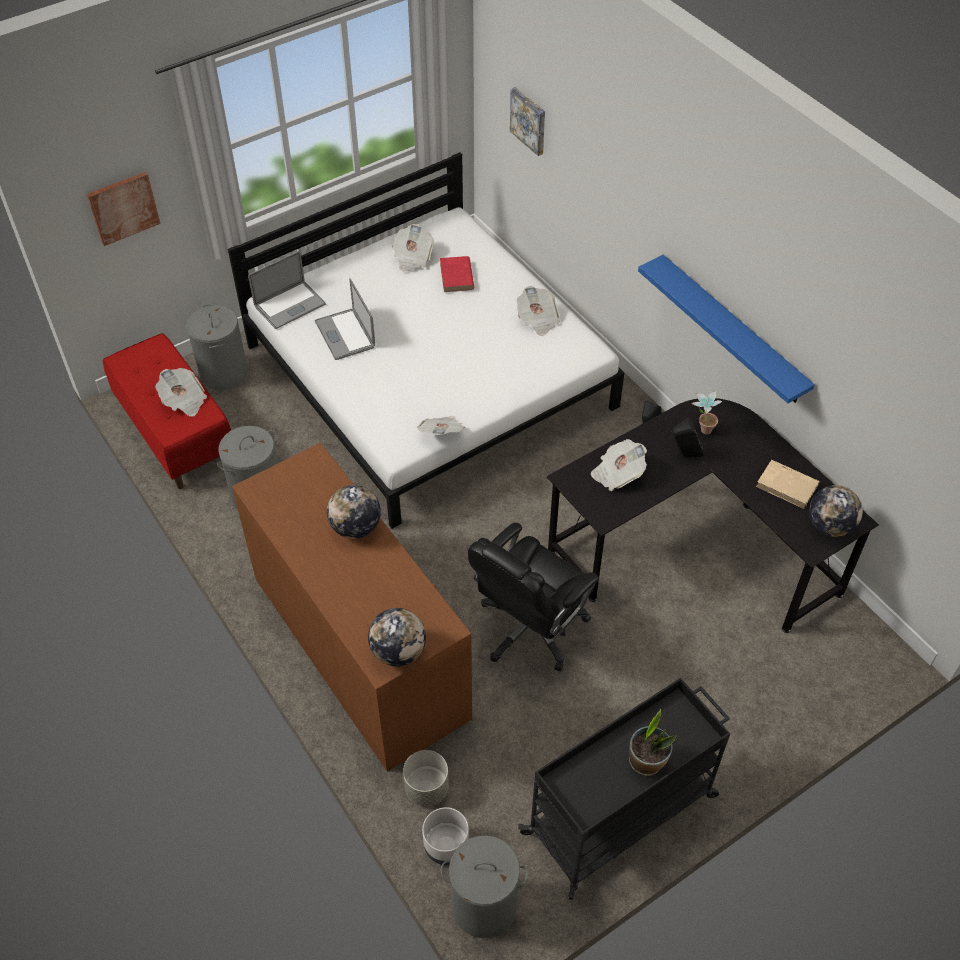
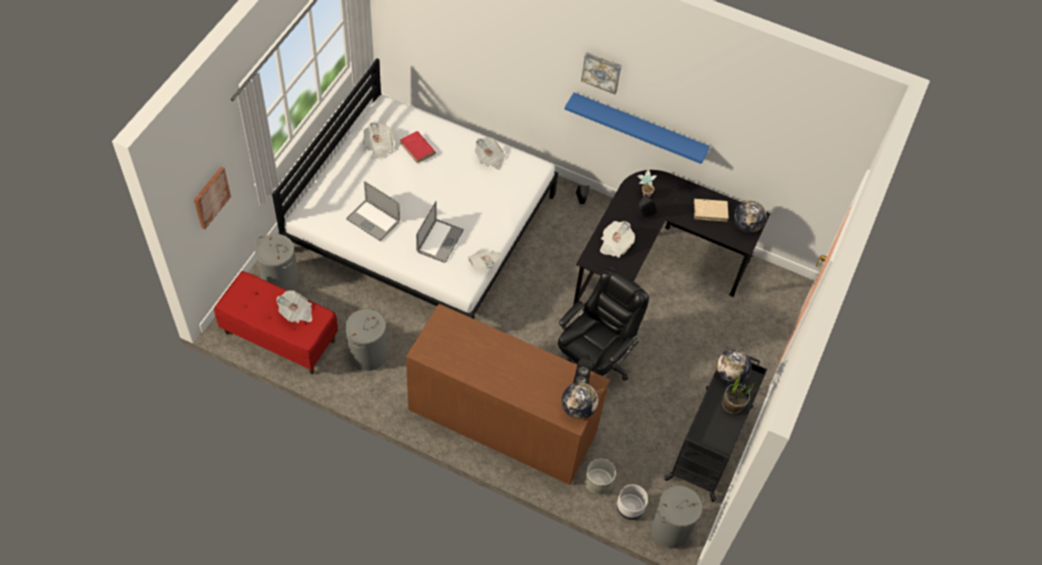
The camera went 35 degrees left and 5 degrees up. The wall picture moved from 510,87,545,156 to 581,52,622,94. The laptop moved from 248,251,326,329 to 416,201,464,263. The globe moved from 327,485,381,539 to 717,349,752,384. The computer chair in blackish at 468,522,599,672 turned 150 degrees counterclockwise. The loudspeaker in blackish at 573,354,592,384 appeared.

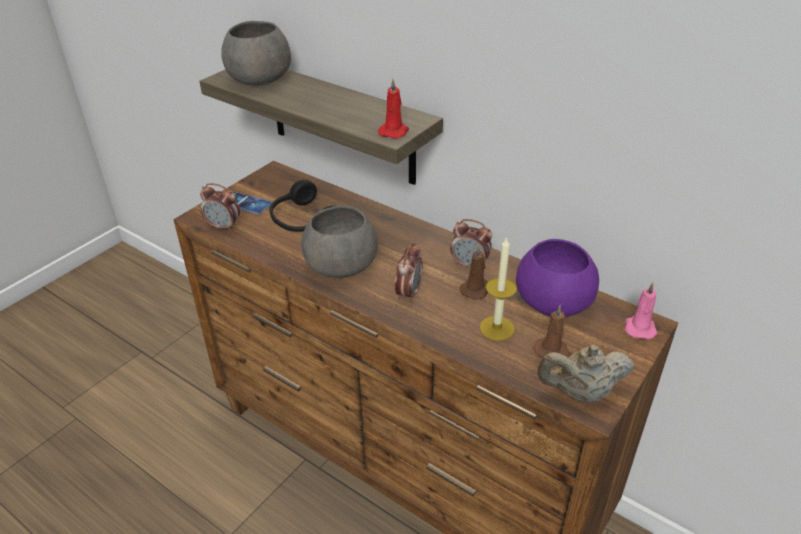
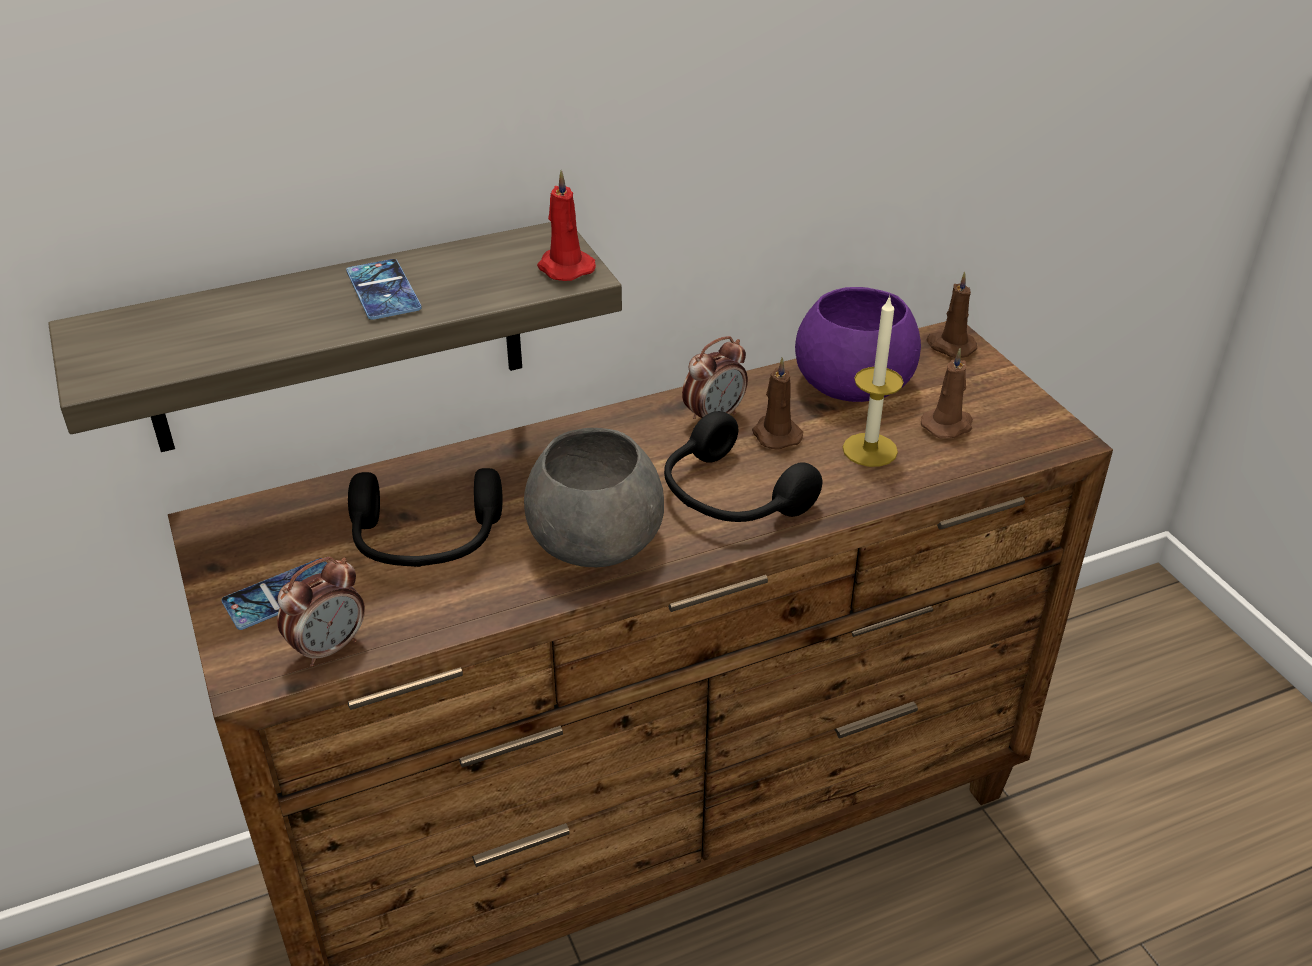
The camera went 60 degrees left and 0 degrees up. The deep dish in greyish at 221,21,291,86 disappeared. The bedside clock at 395,243,423,303 was replaced by the headset in blackish at 664,411,822,522. The candle in pink-coloured at 625,282,657,339 became the candle in brown at 926,272,977,358. The teapot in sand-coloured at 537,345,634,403 disappeared. The phone at 346,259,422,320 appeared.

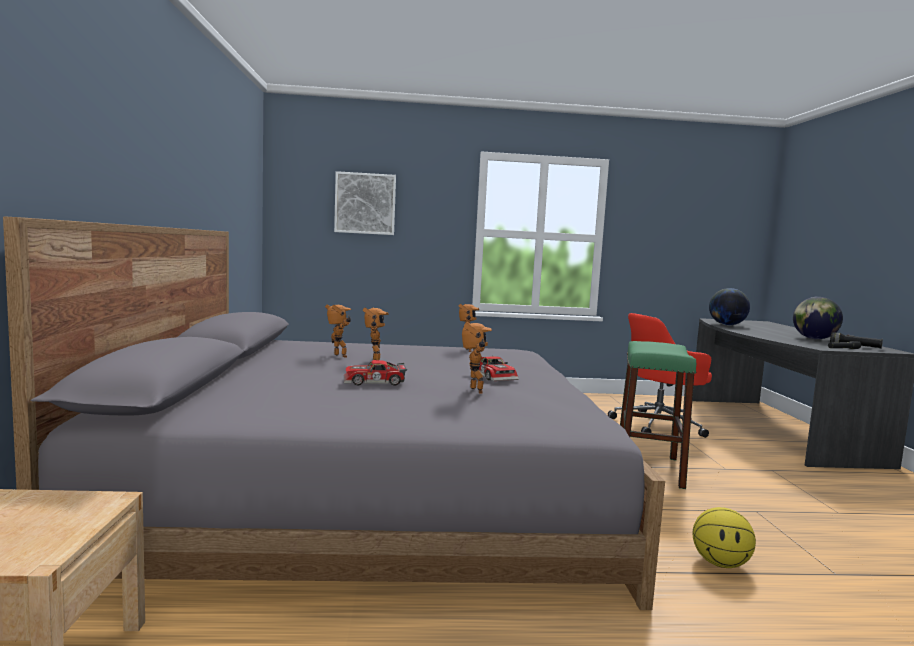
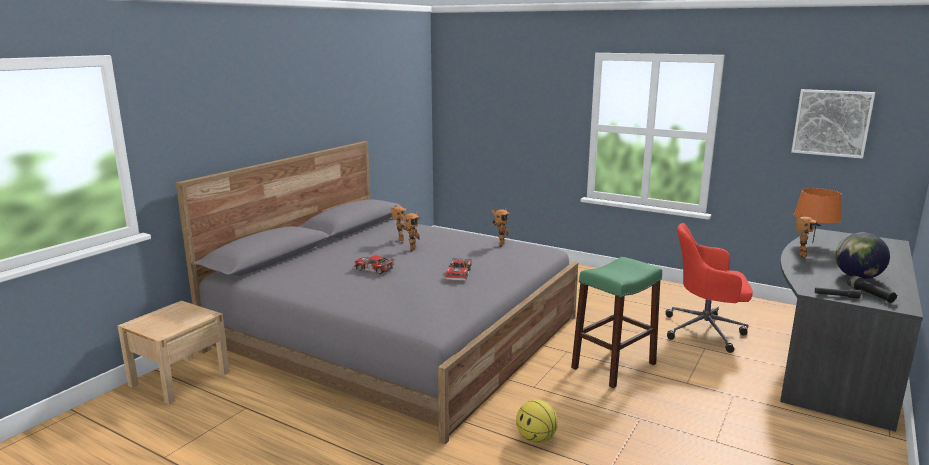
The camera went 35 degrees right and 10 degrees up. The wall picture moved from 334,171,396,235 to 791,89,875,159. The globe at 709,288,750,325 was replaced by the tabletop lamp in orangey at 794,188,842,244. The toy robot moved from 462,322,492,394 to 796,214,817,260.

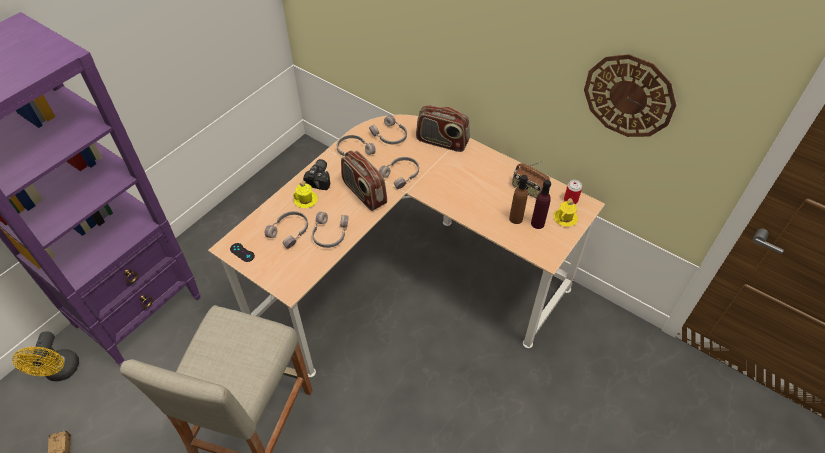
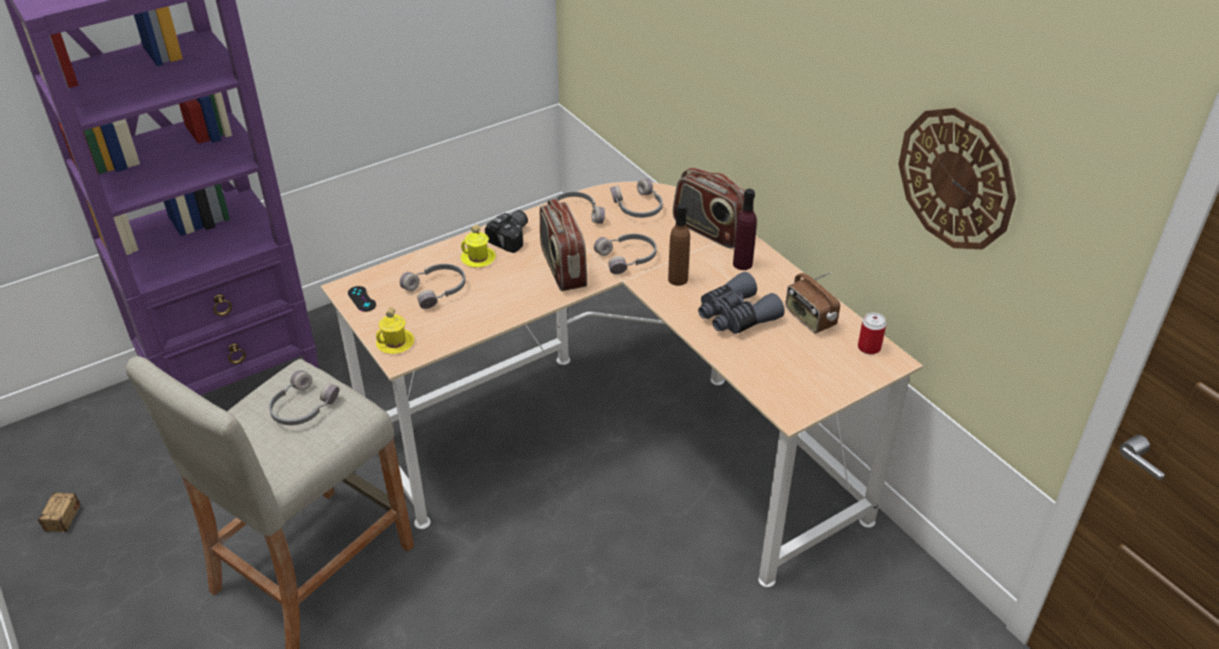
The camera went 20 degrees right and 10 degrees down. The beverage bottle in brown moved from 509,175,528,224 to 668,203,690,286. The beverage bottle in purple-coloured moved from 531,180,551,229 to 733,189,757,270. The coffee mug in yellowish moved from 554,198,578,227 to 376,307,414,354. The headset in greyish moved from 312,212,349,248 to 269,370,339,425. The electric fan in yellowish at 12,331,79,381 disappeared. The binoculars in greyish at 698,272,785,334 appeared.

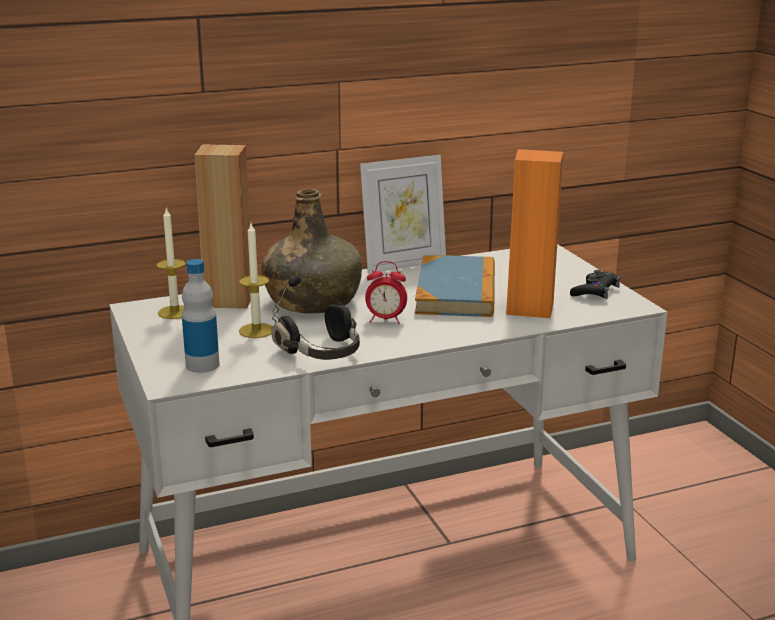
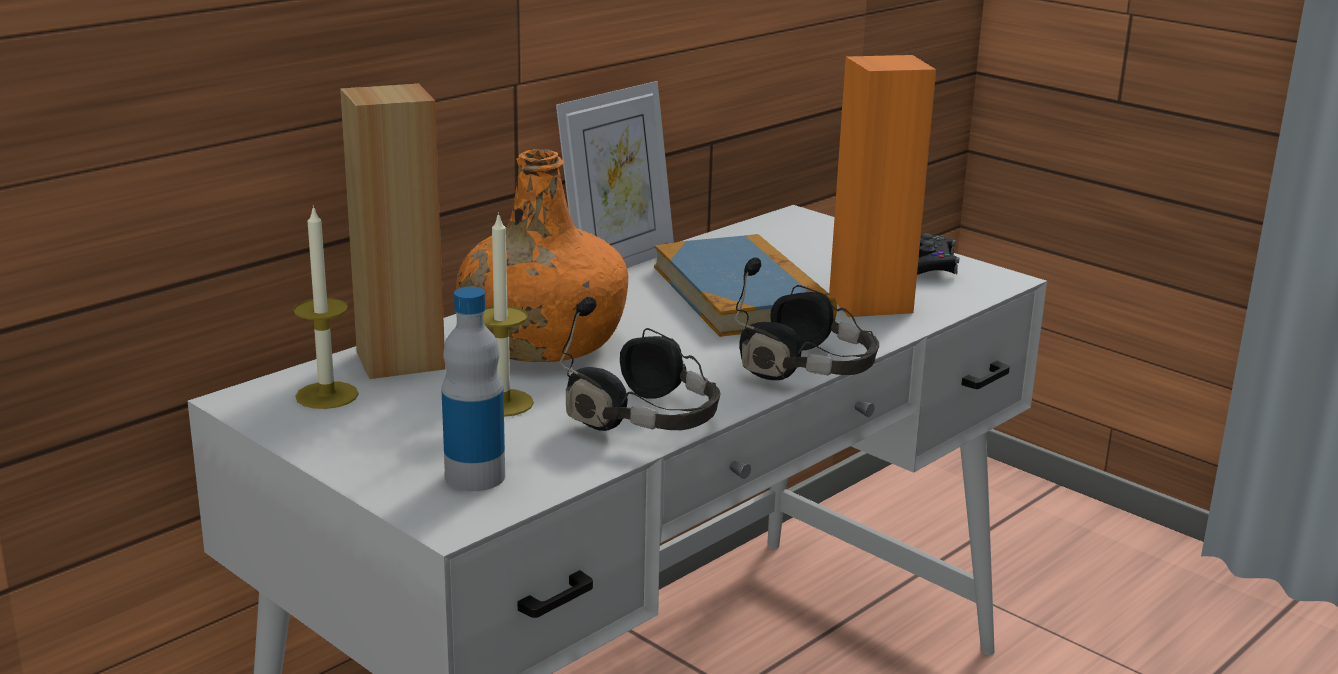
The camera went 25 degrees left and 0 degrees up. The beverage bottle in green-coloured at 261,189,362,313 became the beverage bottle in orangey at 456,149,628,362. The bedside clock at 365,261,407,324 disappeared. The headset in blackish at 735,257,879,380 appeared.

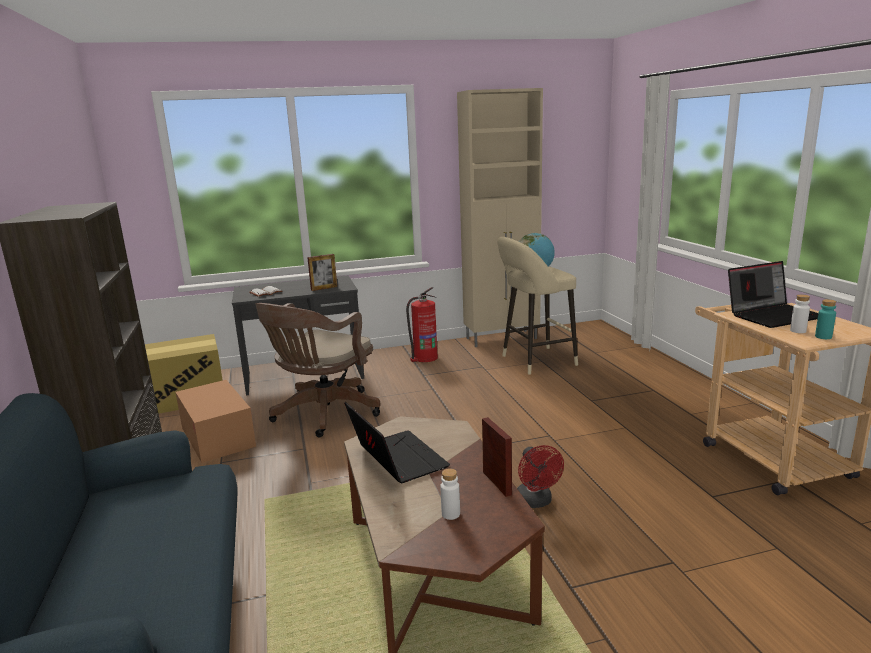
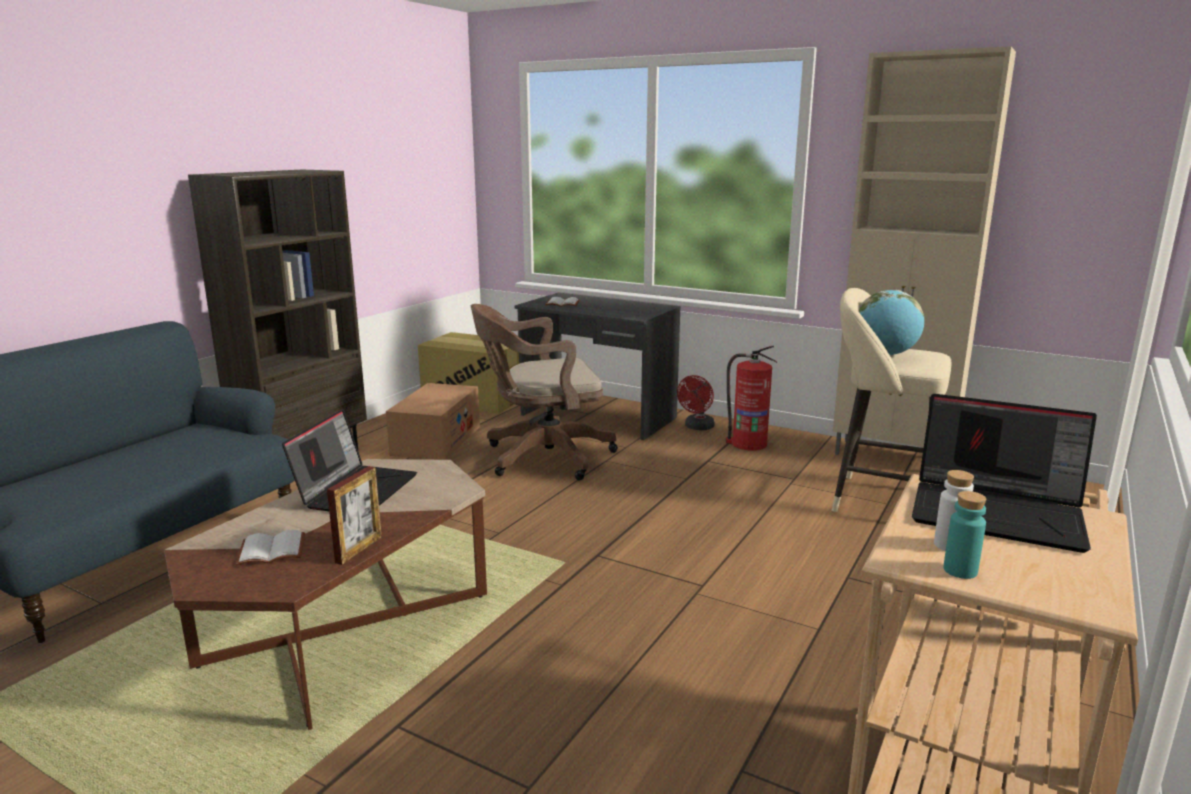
The camera went 45 degrees right and 0 degrees up. The photo frame at 307,254,337,291 disappeared. The electric fan in red-coloured moved from 517,445,564,508 to 677,375,715,430. The beverage bottle in white at 440,468,460,520 was replaced by the volume in white at 235,530,305,566.

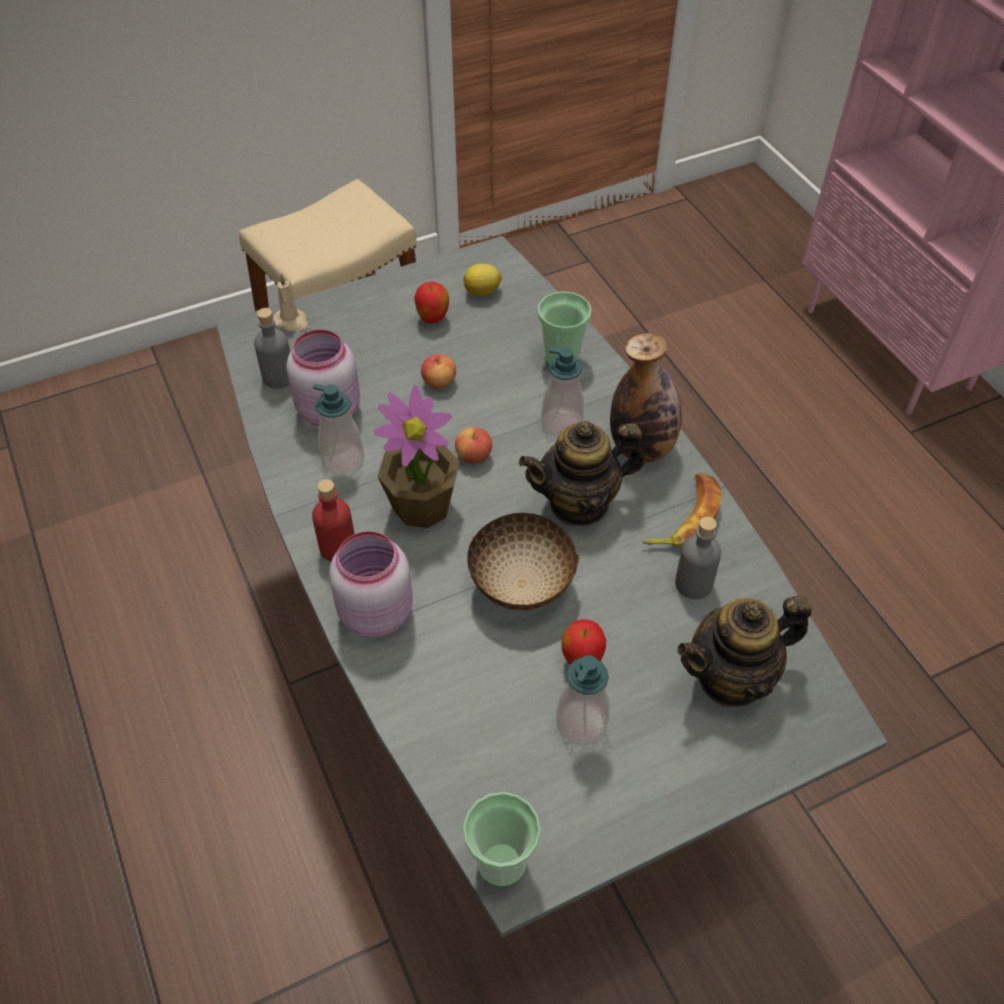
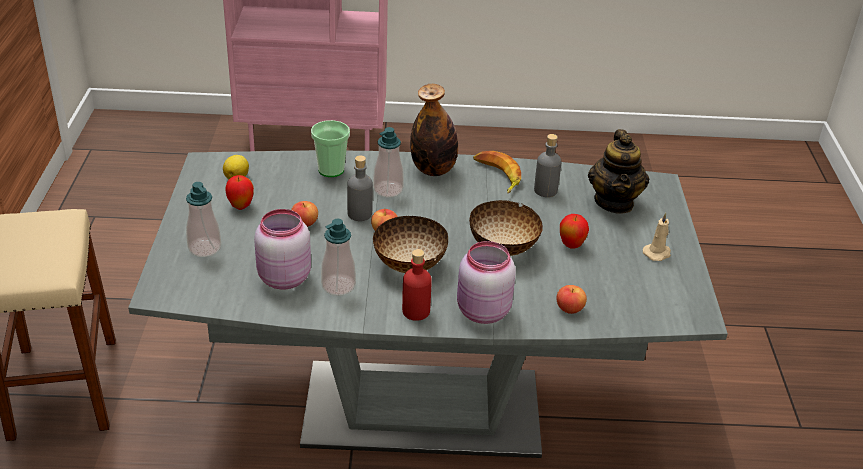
The camera went 65 degrees left and 15 degrees down. The candle in sand-coloured moved from 274,274,309,332 to 643,213,671,261. The beverage bottle in greyish moved from 254,308,290,389 to 347,155,373,221. The potted plant at 374,385,460,528 was replaced by the deep dish at 373,216,448,273. The teapot at 519,421,645,526 disappeared. The soap dispenser moved from 556,655,610,745 to 186,182,221,257. The cup at 463,792,541,888 disappeared. The whole apple at 557,285,587,314 appeared.

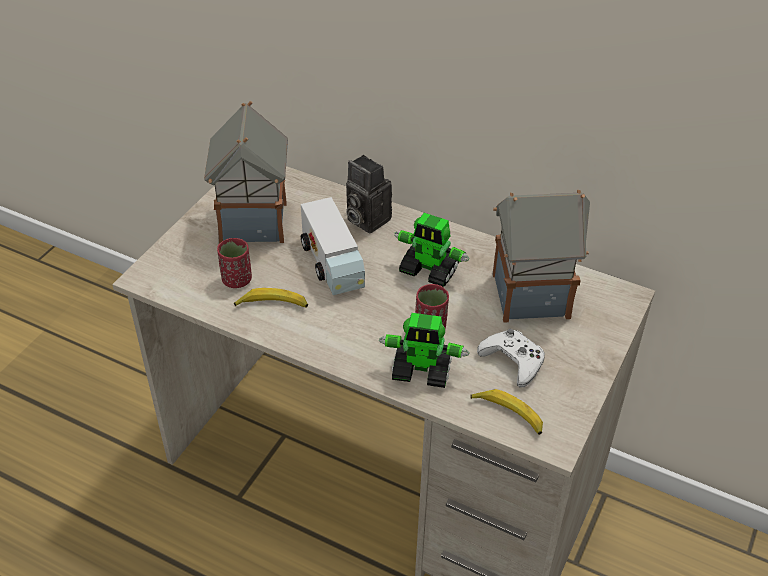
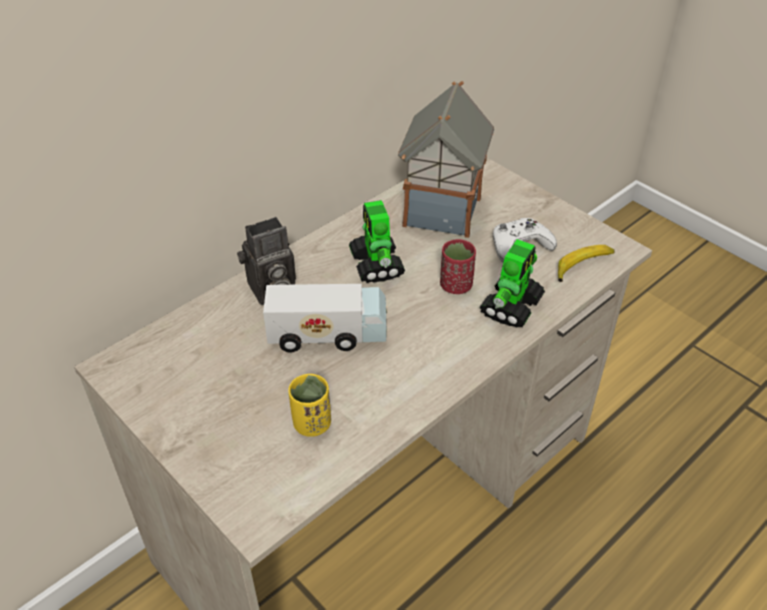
The camera went 70 degrees left and 0 degrees up. The model house at 204,101,288,244 disappeared. The toy robot at 394,213,469,287 turned 120 degrees clockwise. The cup in red-coloured at 217,238,252,288 became the cup in yellowish at 288,374,331,437. The whole banana at 234,288,308,308 disappeared.

